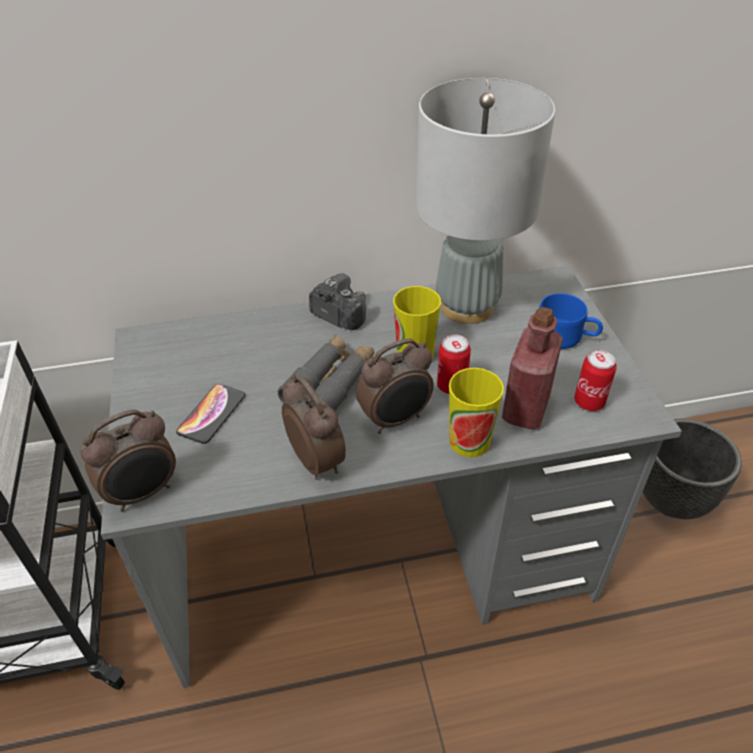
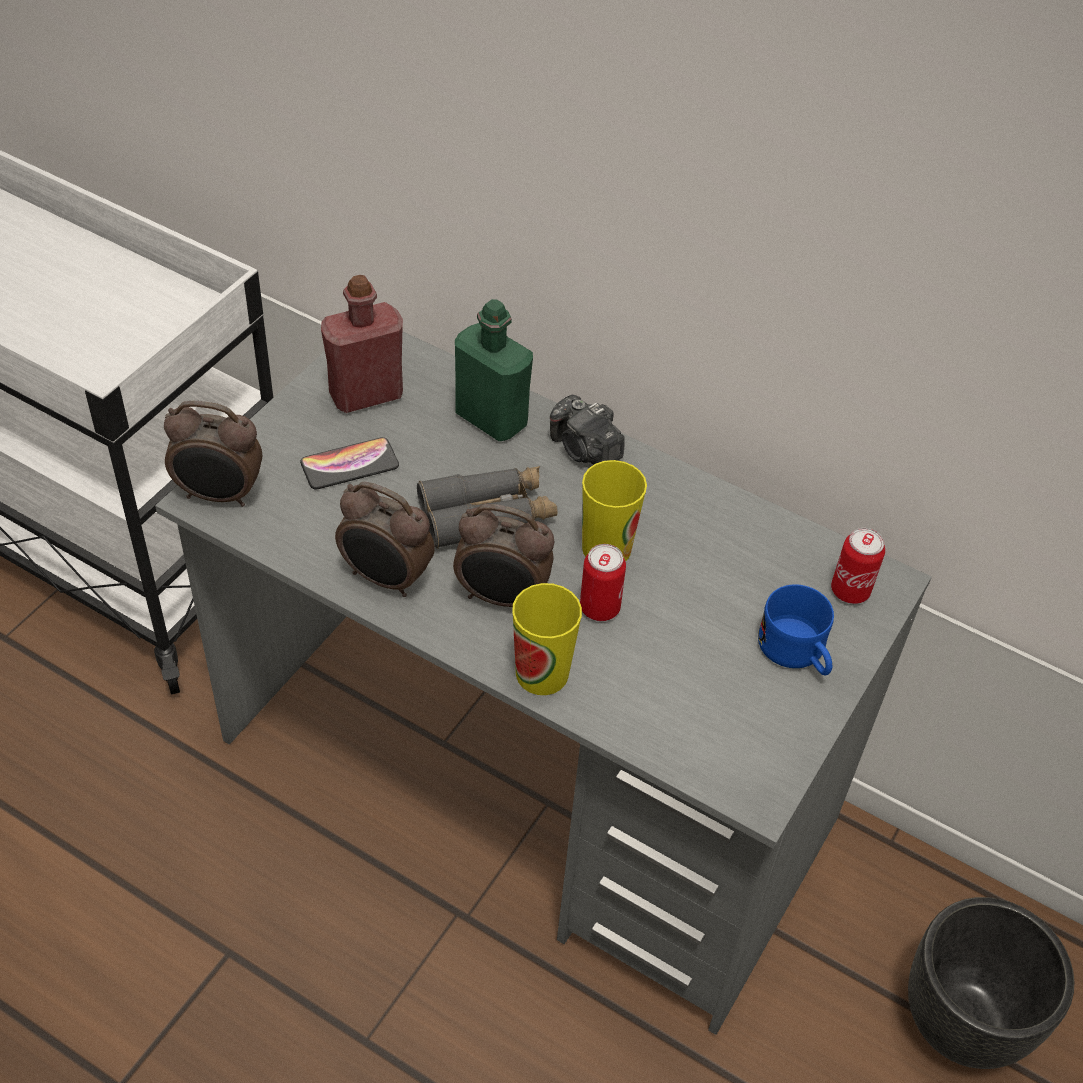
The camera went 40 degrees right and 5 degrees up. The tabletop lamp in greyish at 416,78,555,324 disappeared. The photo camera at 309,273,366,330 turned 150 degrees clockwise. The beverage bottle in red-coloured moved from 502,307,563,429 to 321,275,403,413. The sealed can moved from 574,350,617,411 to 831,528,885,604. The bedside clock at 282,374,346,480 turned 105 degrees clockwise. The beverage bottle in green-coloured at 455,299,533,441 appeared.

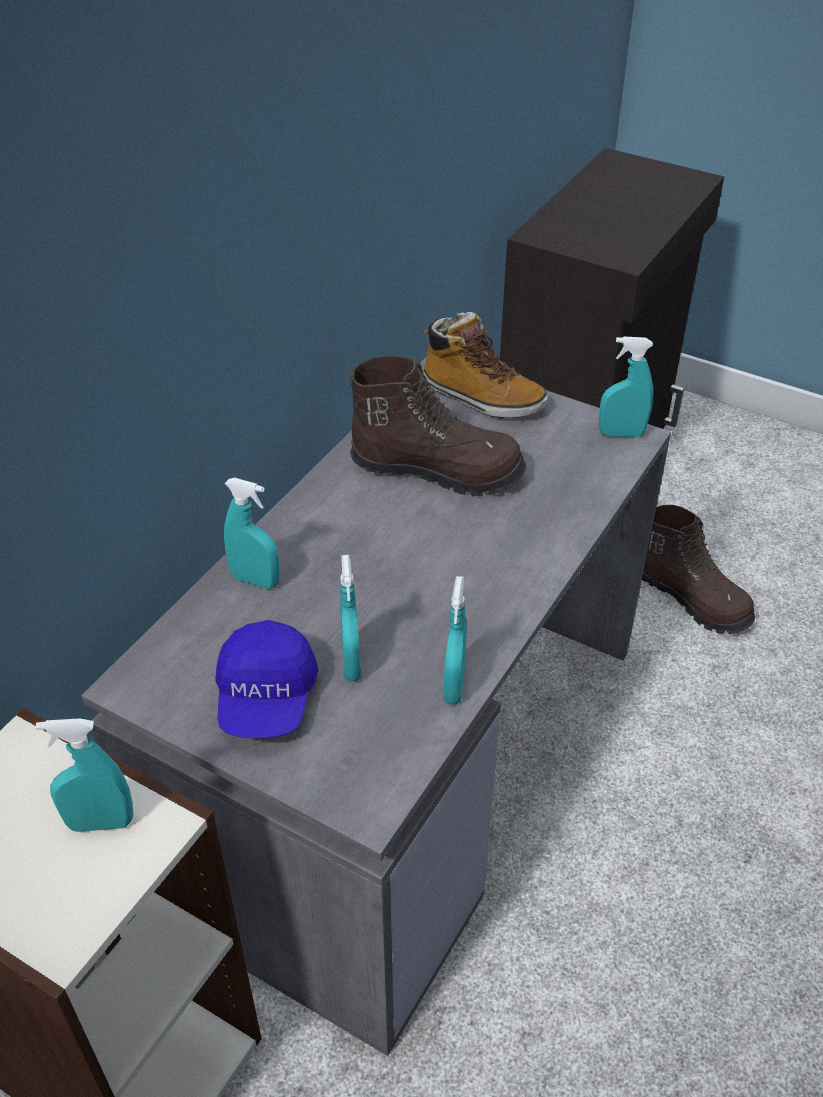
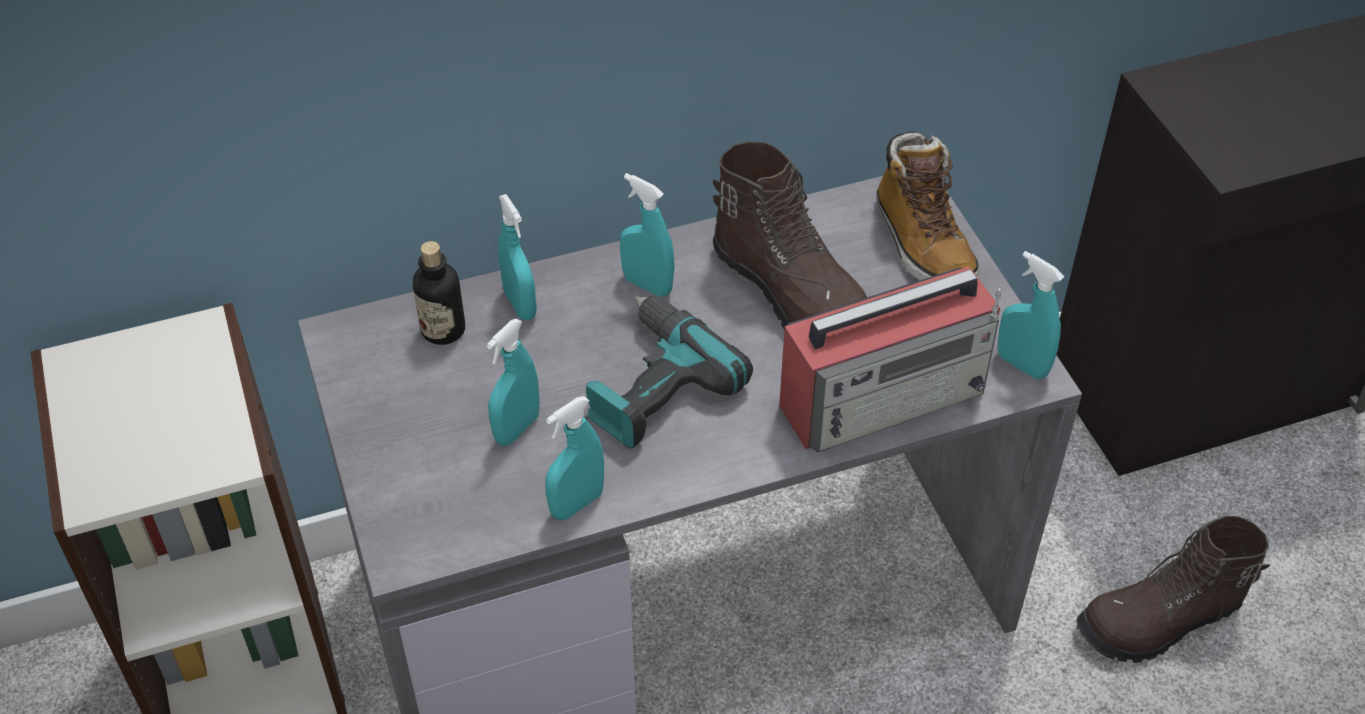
The camera went 40 degrees right and 5 degrees up. The high-top boot in brown at 642,505,755,634 turned 75 degrees clockwise. The peaked cap in bluish at 215,620,318,738 disappeared. The sprayer in turquoise moved from 36,718,133,832 to 620,173,675,297. The beverage bottle at 413,241,465,345 appeared. The radio receiver at 779,266,1001,453 appeared. The electric drill at 585,295,753,449 appeared.

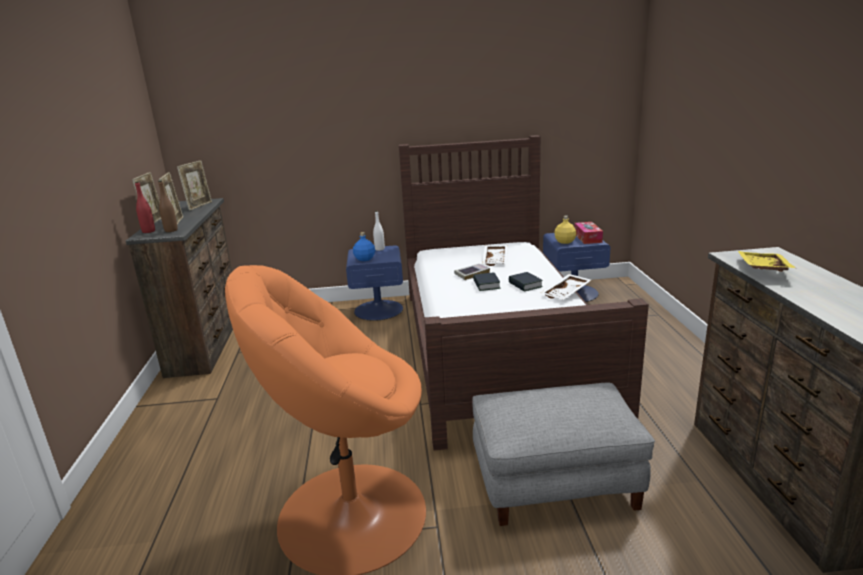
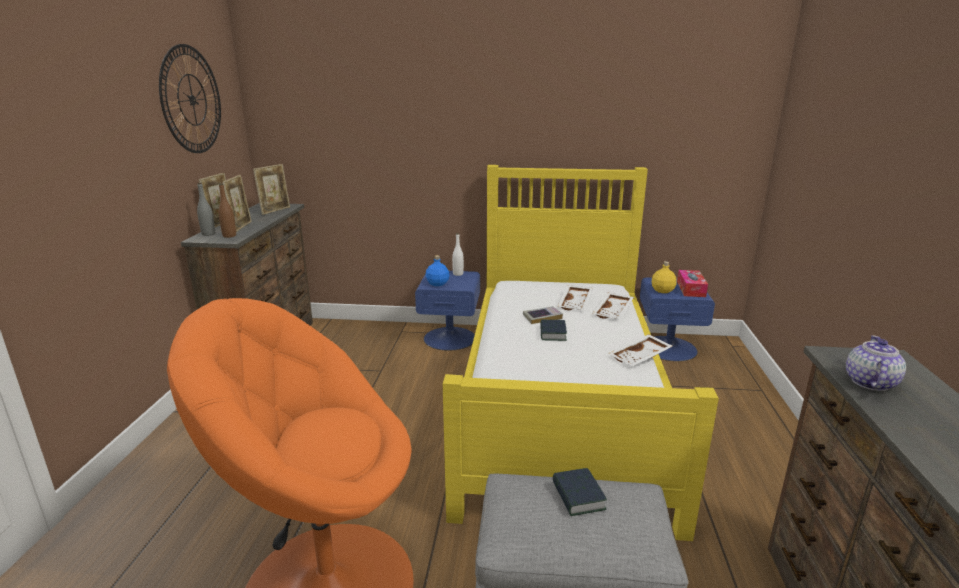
The camera went 10 degrees right and 0 degrees up. The sleeping bed in brown at 399,135,649,451 became the sleeping bed in yellowish at 443,165,719,541. The beverage bottle in red-coloured at 135,181,155,233 became the beverage bottle in greyish at 197,183,215,236. The tray in yellowish at 738,251,796,272 was replaced by the teapot at 846,335,906,391. The volume moved from 509,272,543,292 to 552,468,607,516. The clock on the wall at 159,44,221,153 appeared. The tray in white at 592,293,634,319 appeared.

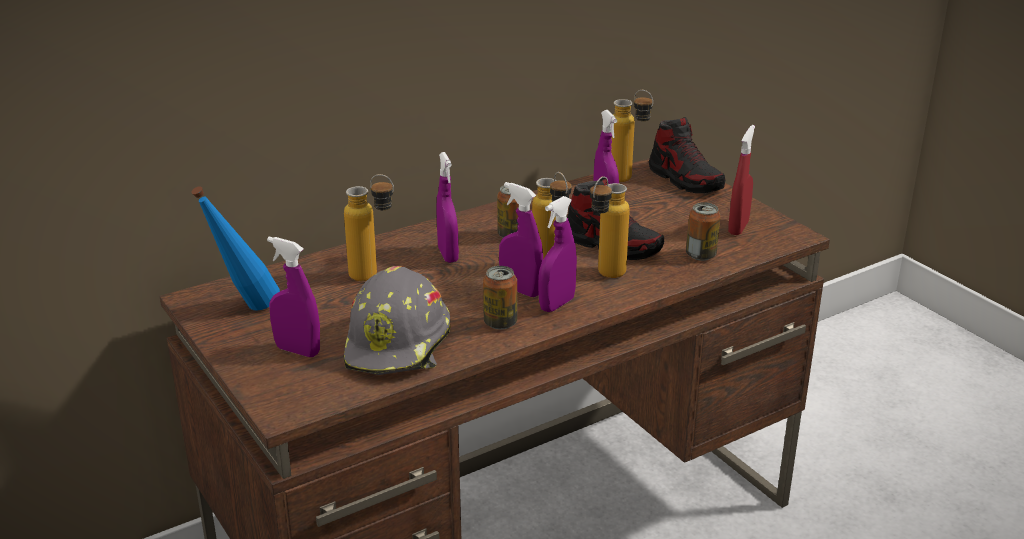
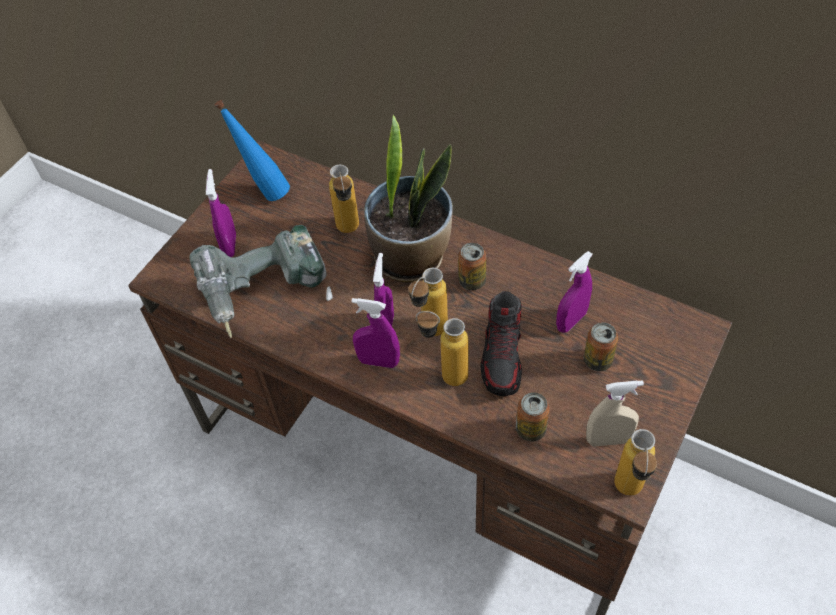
The camera went 65 degrees right and 25 degrees up. The beverage bottle moved from 611,90,653,182 to 614,429,657,496. The shoe at 649,117,725,193 disappeared. The sprayer in red-coloured at 728,125,755,235 became the sprayer in sand-coloured at 586,381,644,447. The sprayer in purple-coloured at 436,152,459,263 was replaced by the potted plant at 364,115,453,283. The work helmet in greyish at 344,266,451,375 was replaced by the electric drill at 190,225,333,338. The sealed can moved from 483,266,517,330 to 584,322,618,371.

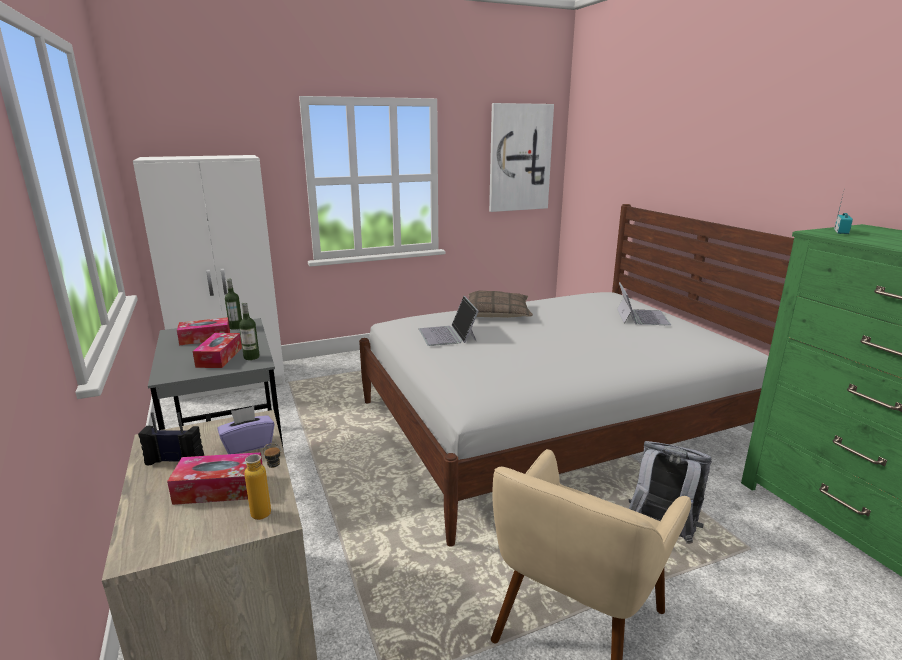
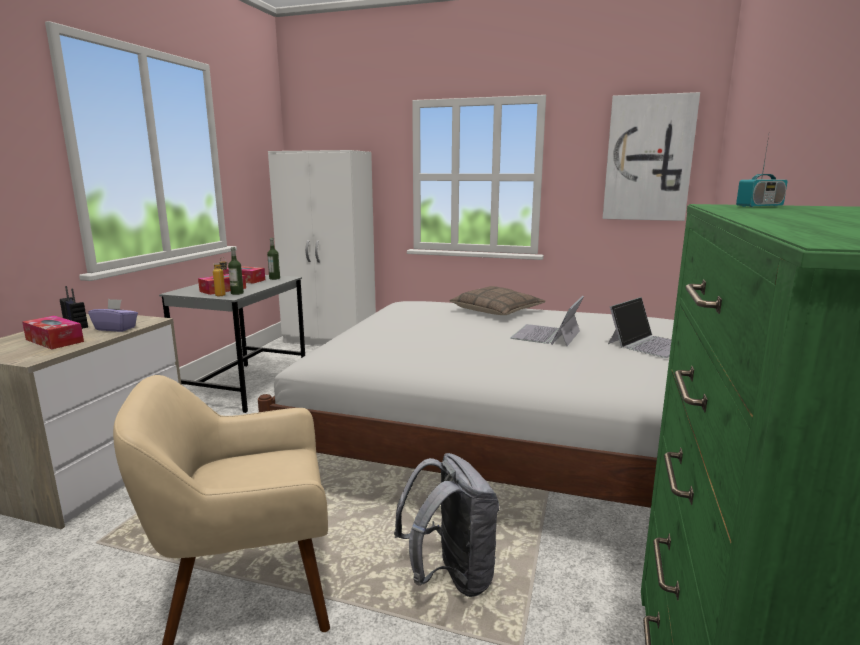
The camera went 40 degrees right and 5 degrees down. The laptop moved from 419,296,479,346 to 510,296,584,346. The beverage bottle moved from 244,443,281,520 to 213,257,227,296.

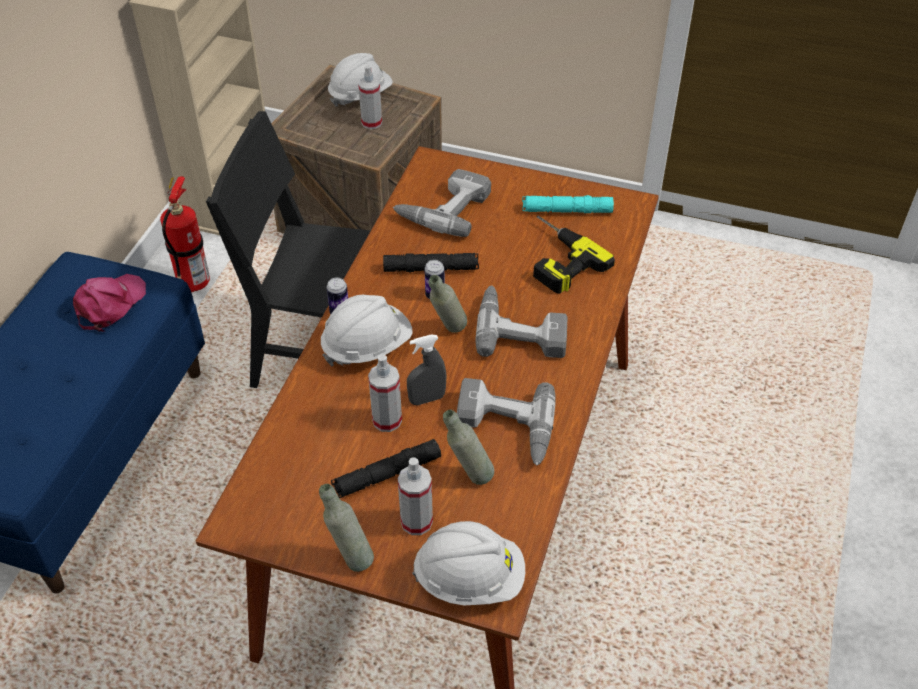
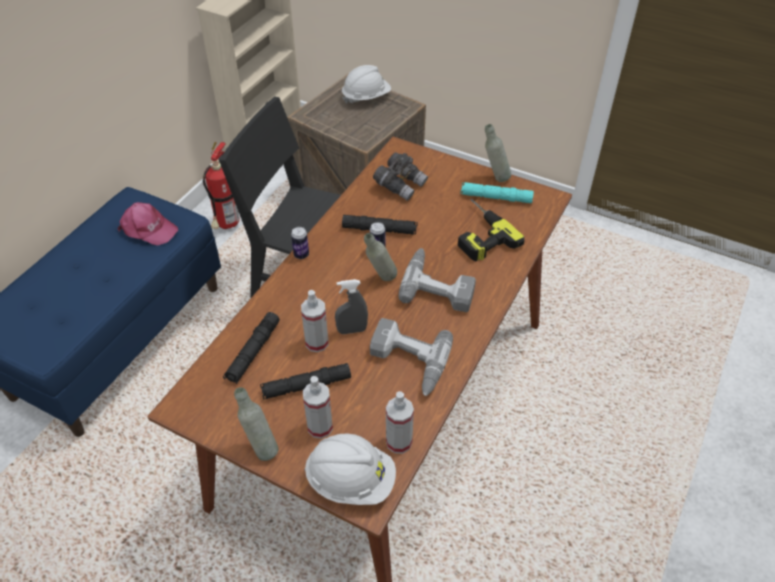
The camera went 10 degrees right and 0 degrees up. The sprayer moved from 358,65,382,129 to 386,391,414,454. The electric drill at 393,169,491,237 was replaced by the binoculars in greyish at 373,152,428,201. The peaked cap in pink-coloured at 73,274,146,332 turned 75 degrees clockwise. The work helmet in white at 321,295,413,367 disappeared. The beverage bottle in greyish moved from 443,410,494,485 to 485,124,511,182. The hand torch in blackish at 223,312,280,384 appeared.

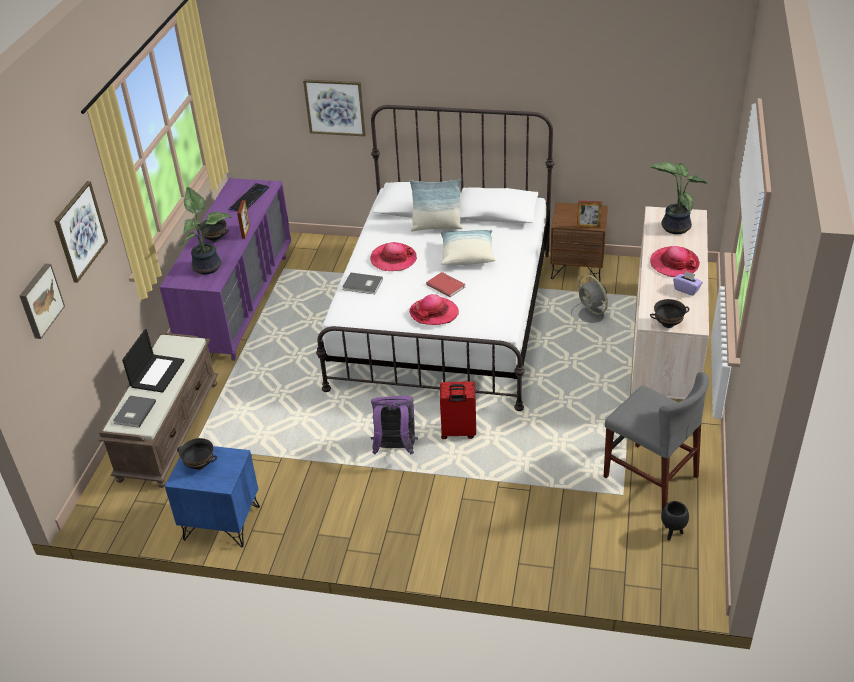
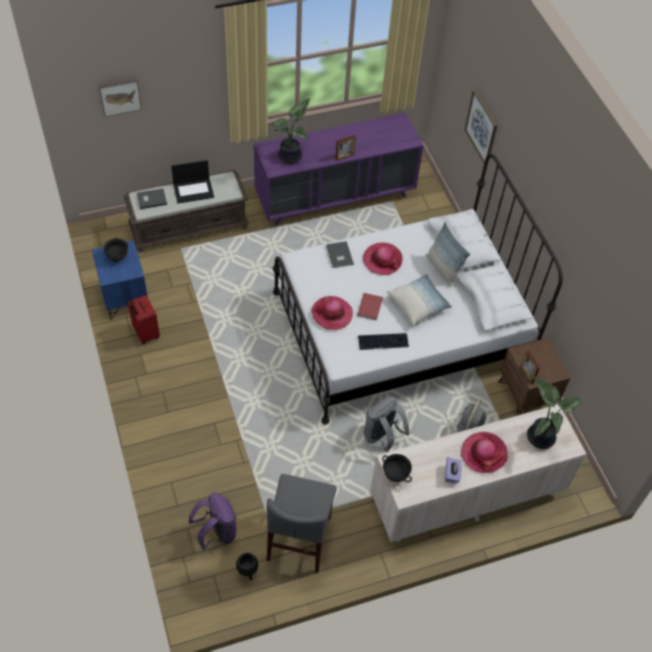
The camera went 55 degrees right and 15 degrees up. The wall picture at 54,181,108,283 disappeared. The keyboard moved from 229,183,270,211 to 358,333,409,350. The deep dish in blackish at 198,219,229,242 disappeared. The travel case in red-coloured moved from 440,381,476,439 to 128,295,160,344. The backpack in purple-coloured moved from 370,396,418,455 to 188,492,237,550. The backpack in greyish at 364,397,410,452 appeared.

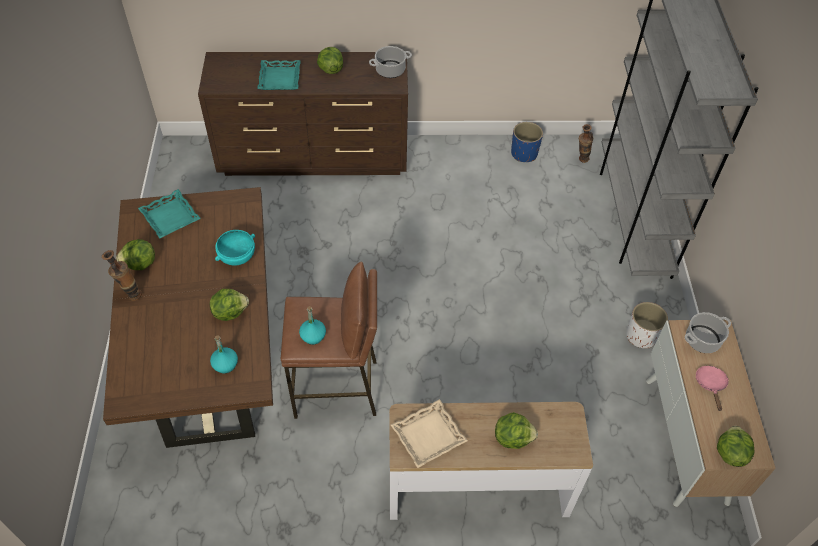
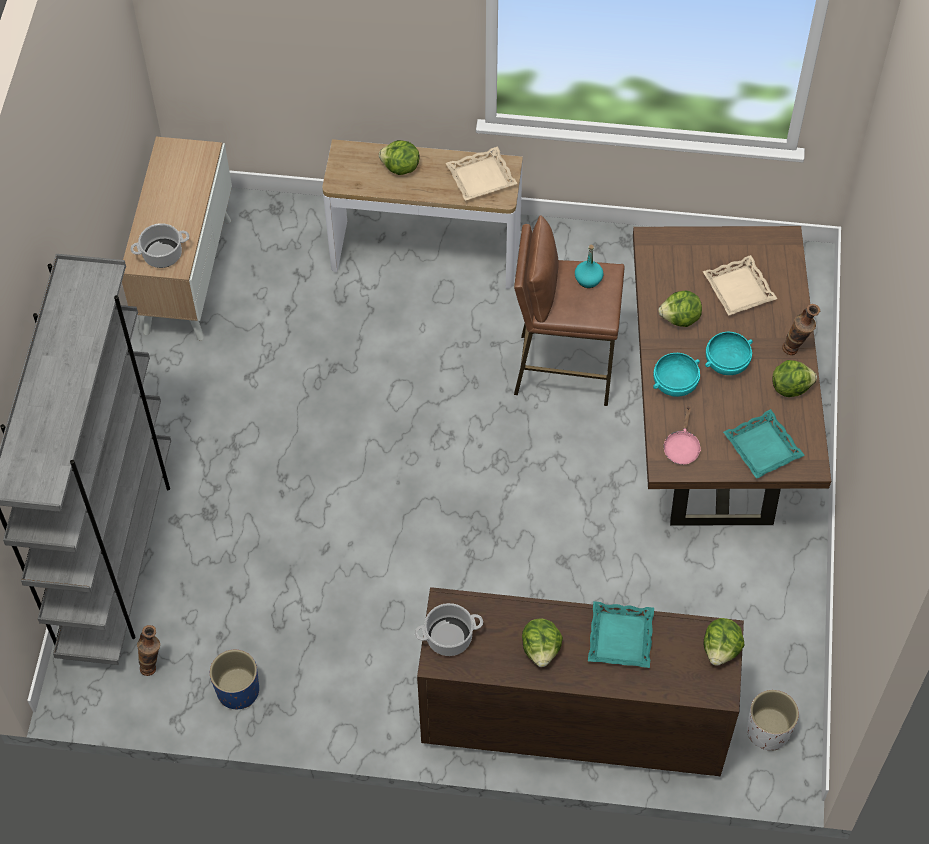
The camera went 170 degrees left and 5 degrees up. The plant pot in white moved from 626,302,668,348 to 747,690,799,751. The beverage bottle in turquoise at 210,335,238,373 disappeared. The skillet in pink-coloured moved from 696,366,729,411 to 663,407,701,465. The head of lettuce moved from 717,426,755,467 to 704,618,745,666. The tray in sand-coloured at 703,255,777,316 appeared. The deep dish in turquoise at 705,332,753,375 appeared.

